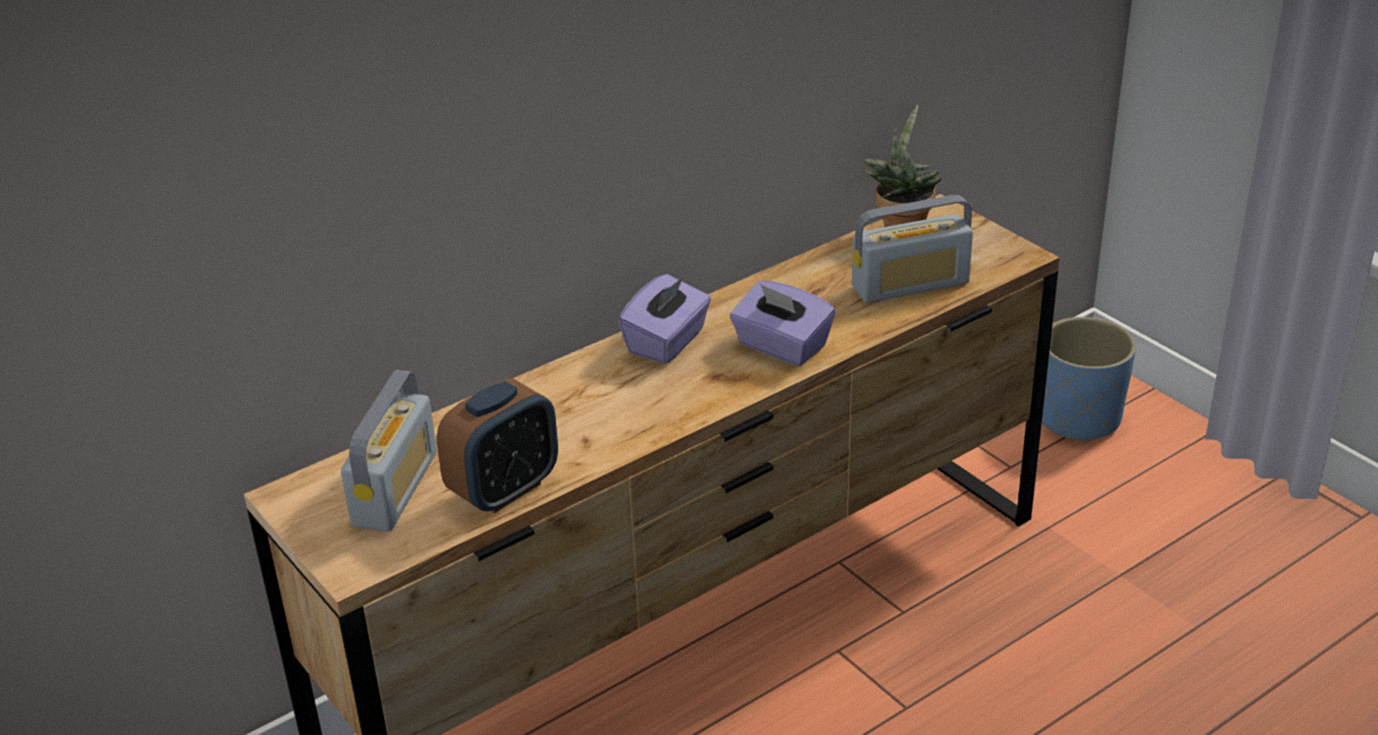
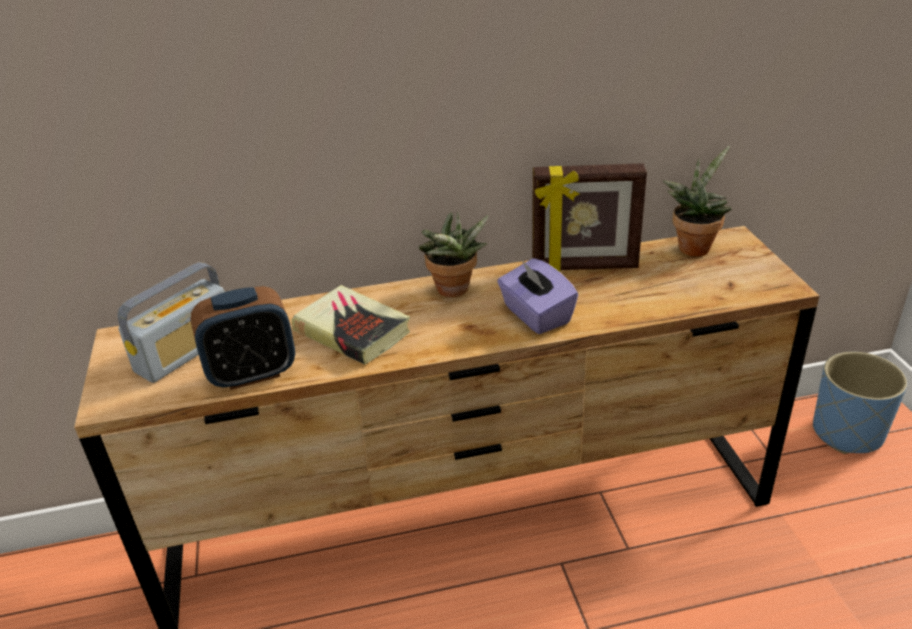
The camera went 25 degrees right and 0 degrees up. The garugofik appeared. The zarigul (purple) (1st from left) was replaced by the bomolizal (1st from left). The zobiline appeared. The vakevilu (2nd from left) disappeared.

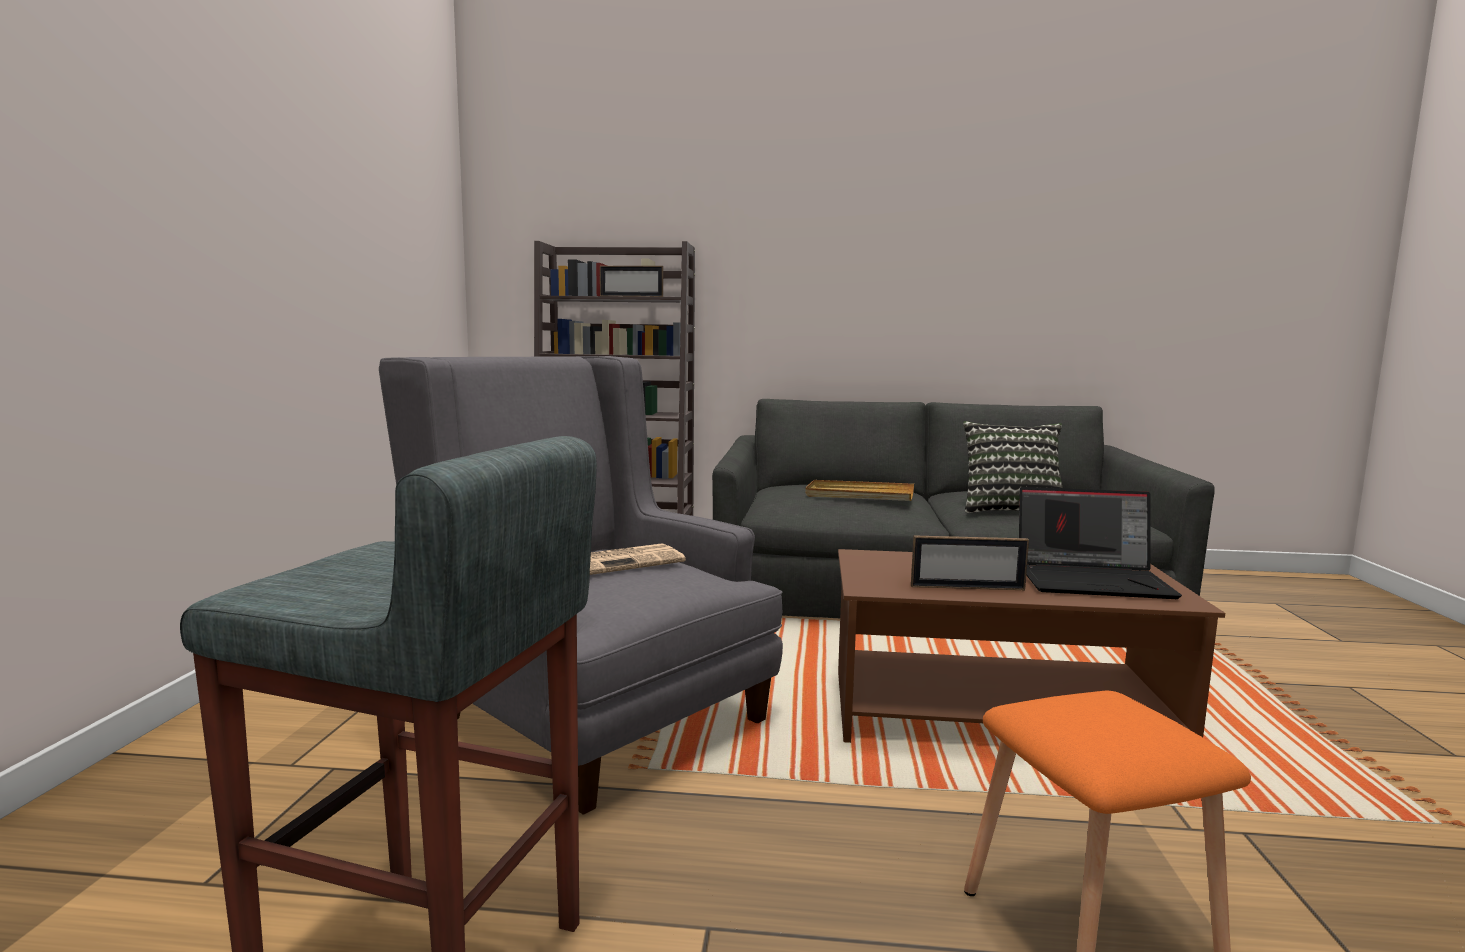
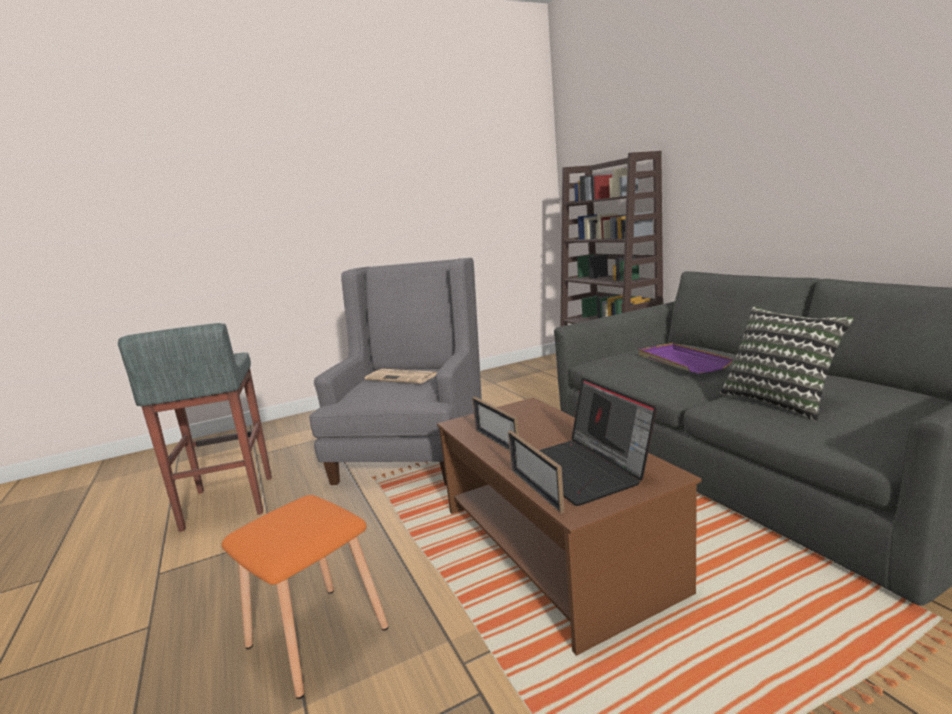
The camera went 60 degrees right and 5 degrees up. The zobiline (1st from left in the first image) moved. The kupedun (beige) became the kupedun (purple).

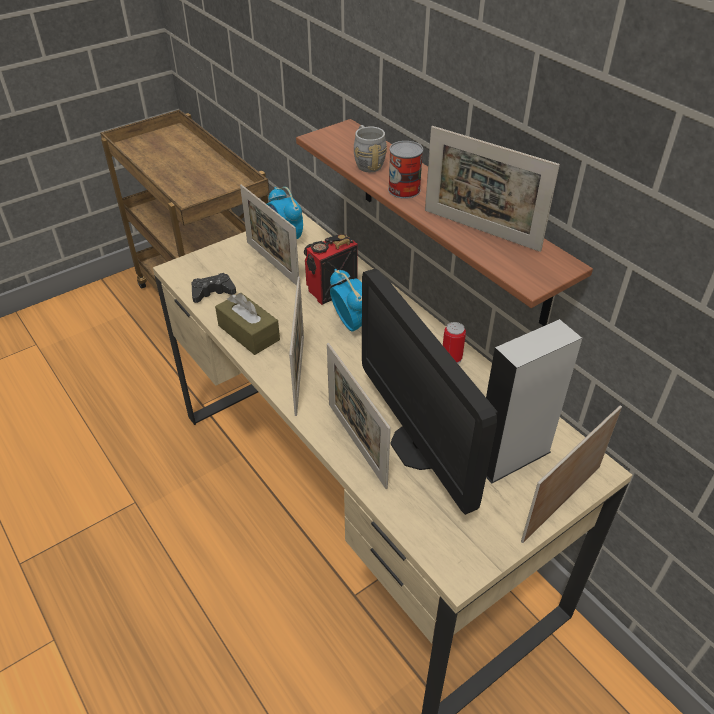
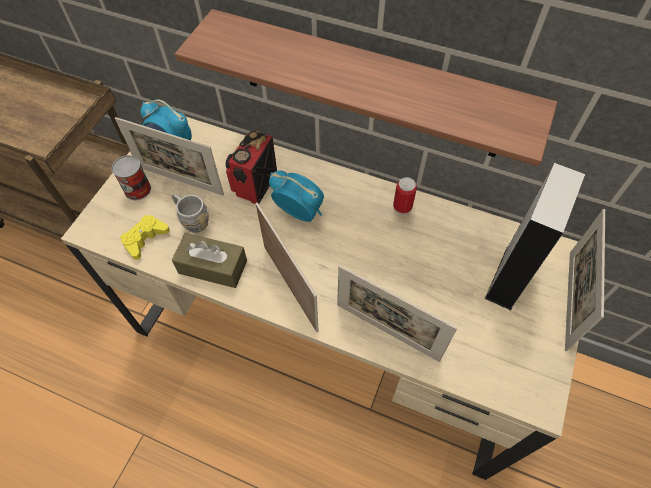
The camera went 30 degrees left and 15 degrees up. The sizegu (1st from left) moved. The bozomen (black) became the bozomen (yellow). The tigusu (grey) moved. The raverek disappeared. The zobiline (4th from left) disappeared.

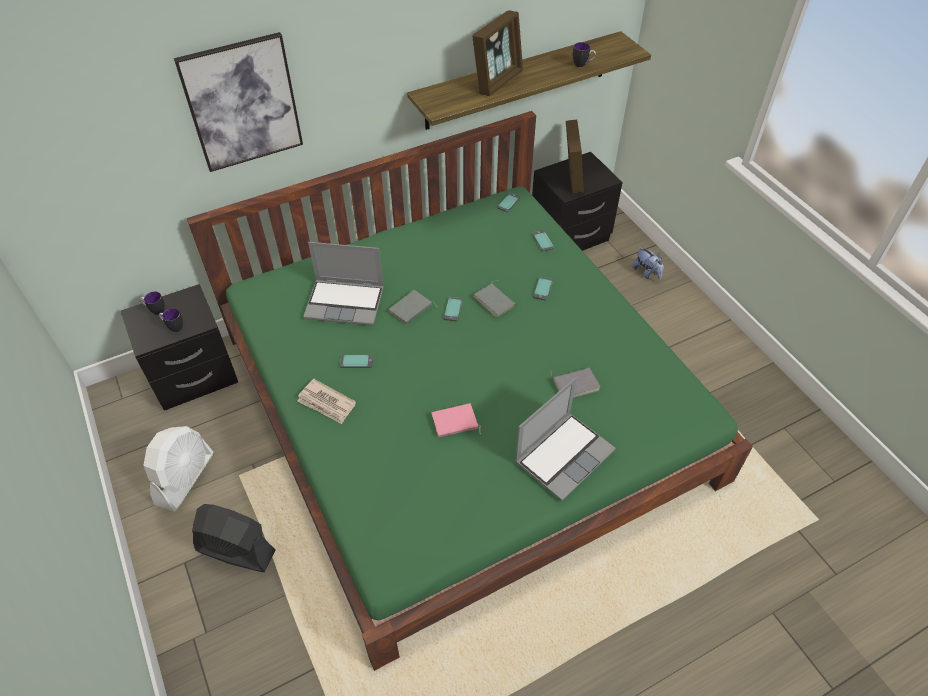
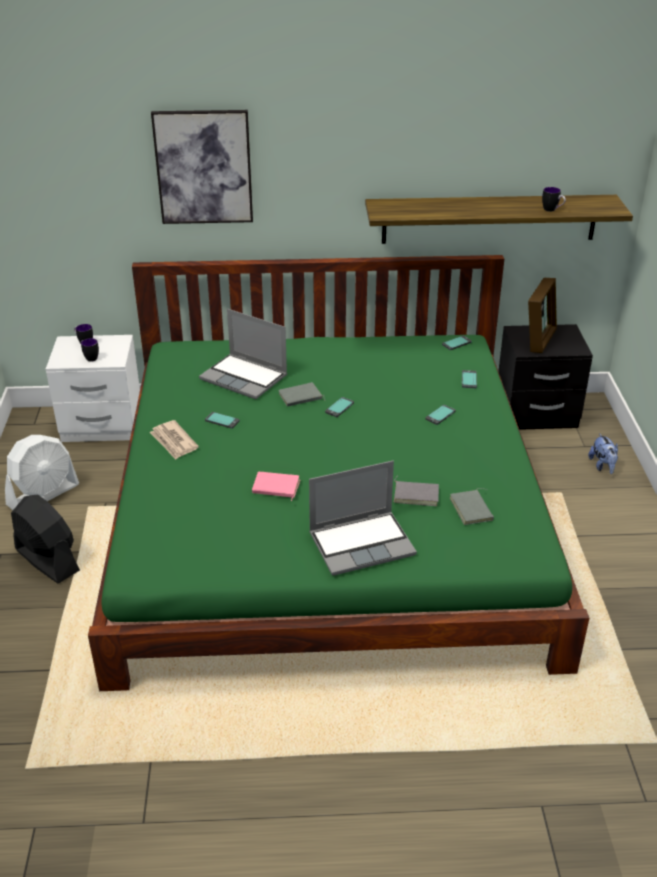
The camera went 25 degrees right and 15 degrees down. The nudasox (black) (1st from left) became the nudasox (white). The garugofik (grey) (2nd from left in the first image) moved. The zobiline (1st from left) disappeared.

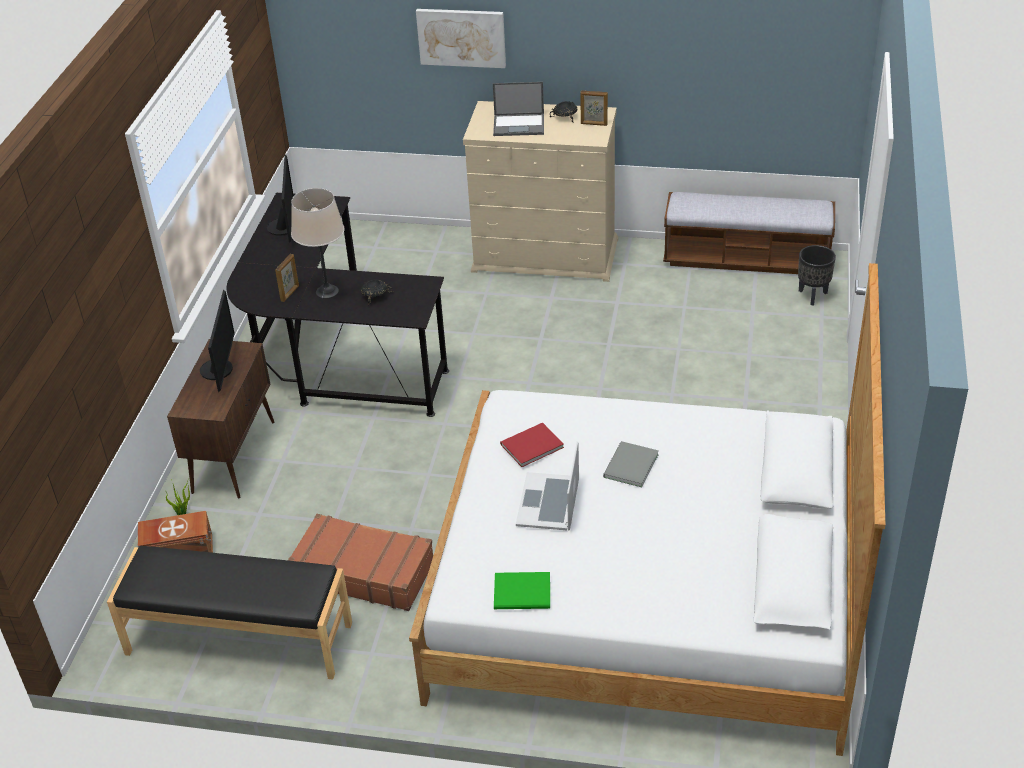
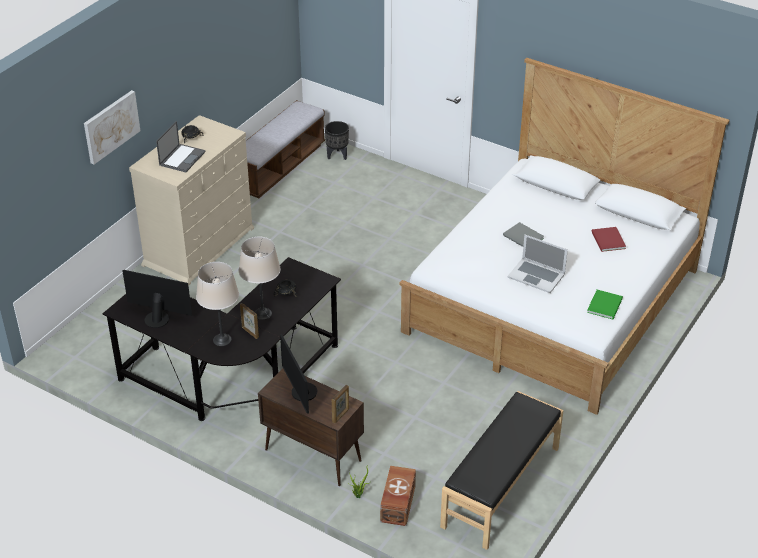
The camera went 70 degrees left and 0 degrees up. The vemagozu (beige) (1st from left) appeared. The raverek (1st from left in the first image) turned 135 degrees counterclockwise. The zobiline (2nd from left) moved. The garugofik (red) moved. The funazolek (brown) disappeared.

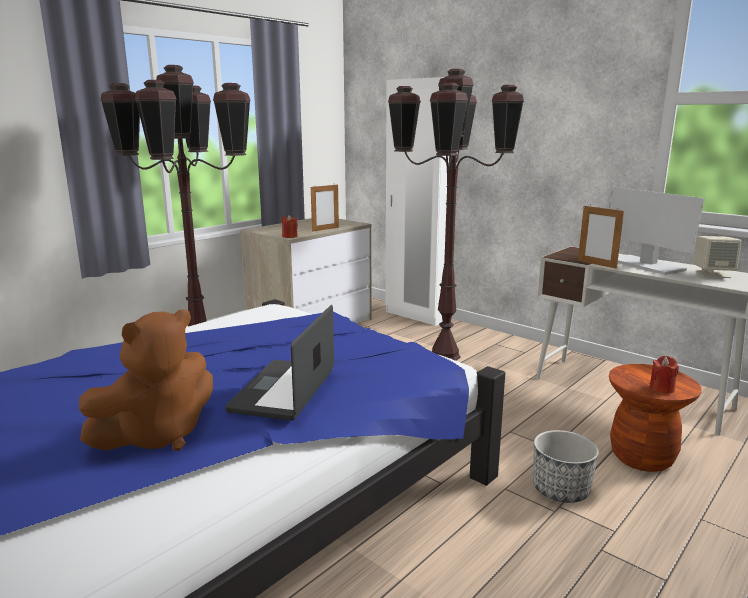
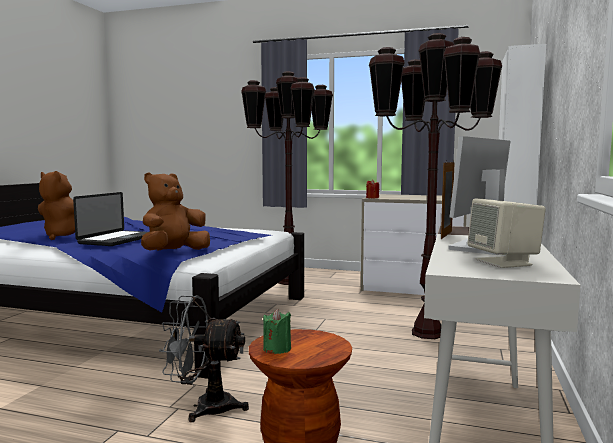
The camera went 65 degrees right and 10 degrees down. The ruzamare turned 120 degrees clockwise. The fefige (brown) (2nd from left) appeared. The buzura was replaced by the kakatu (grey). The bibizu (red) (2nd from left) became the bibizu (green). The zobiline (1st from left) disappeared.

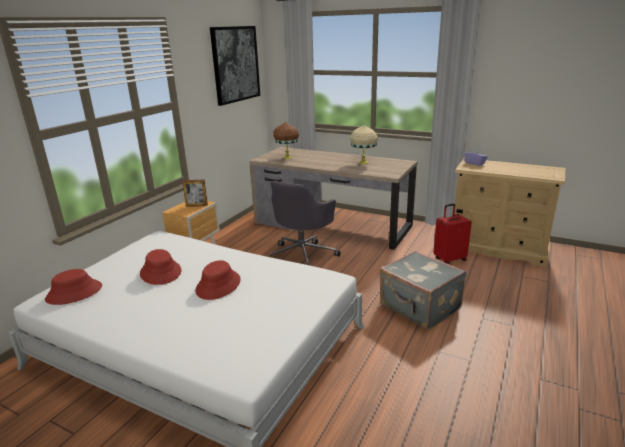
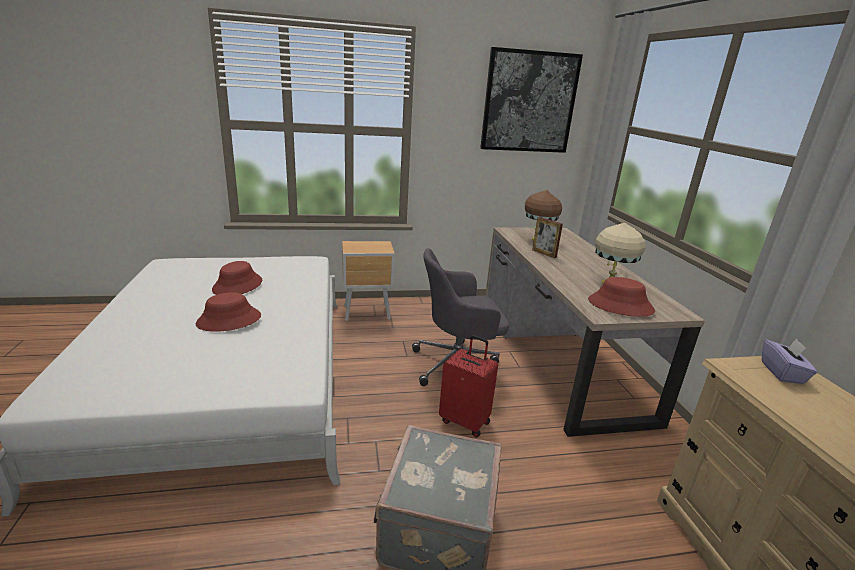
The camera went 50 degrees right and 0 degrees up. The funazolek (red) moved. The zobiline moved. The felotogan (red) (1st from left in the first image) moved.

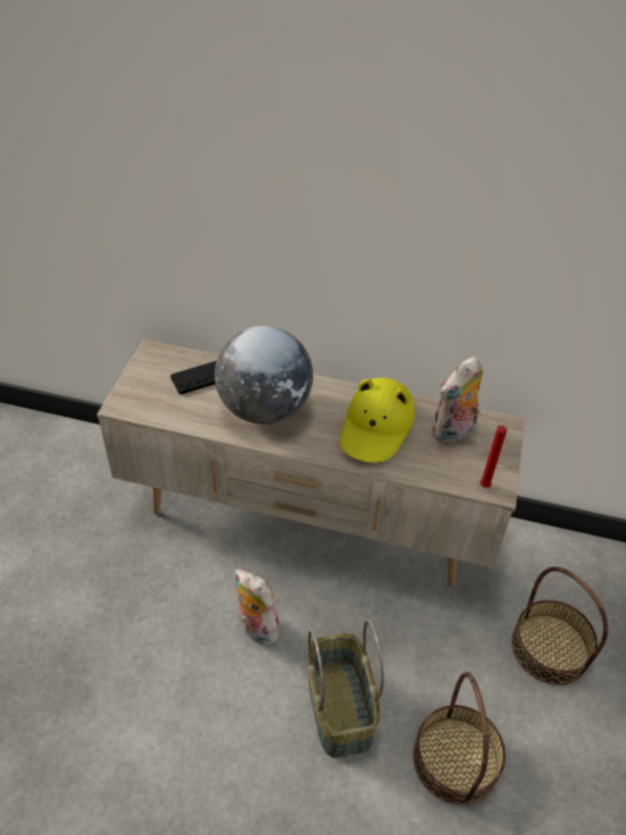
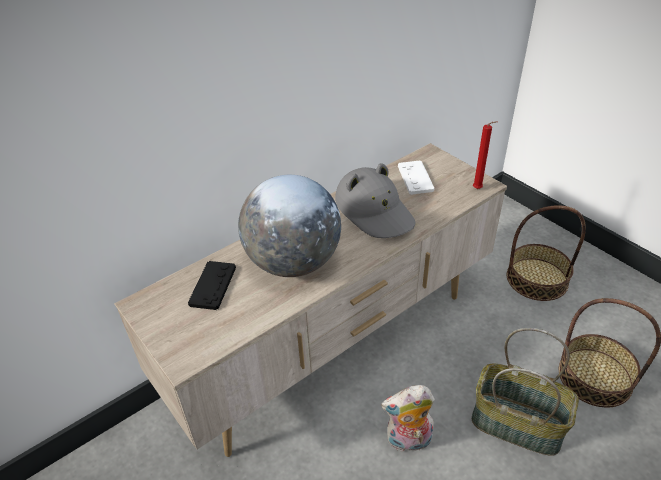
The camera went 50 degrees left and 5 degrees down. The felotogan (yellow) became the felotogan (grey). The fefige (2nd from left) was replaced by the bozomen (white).

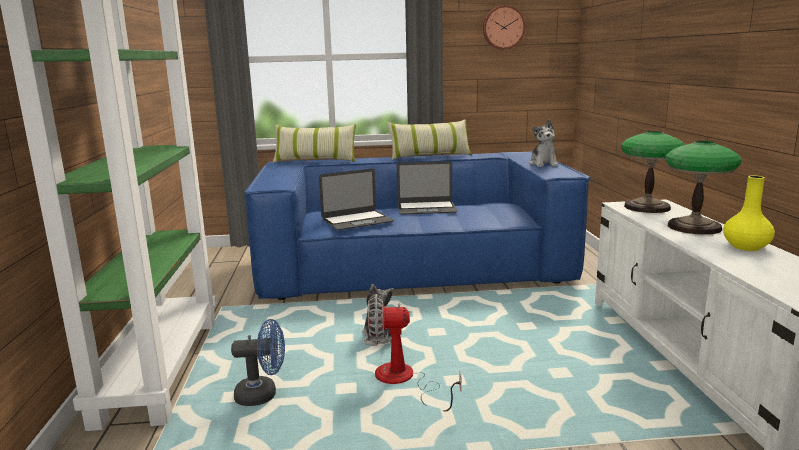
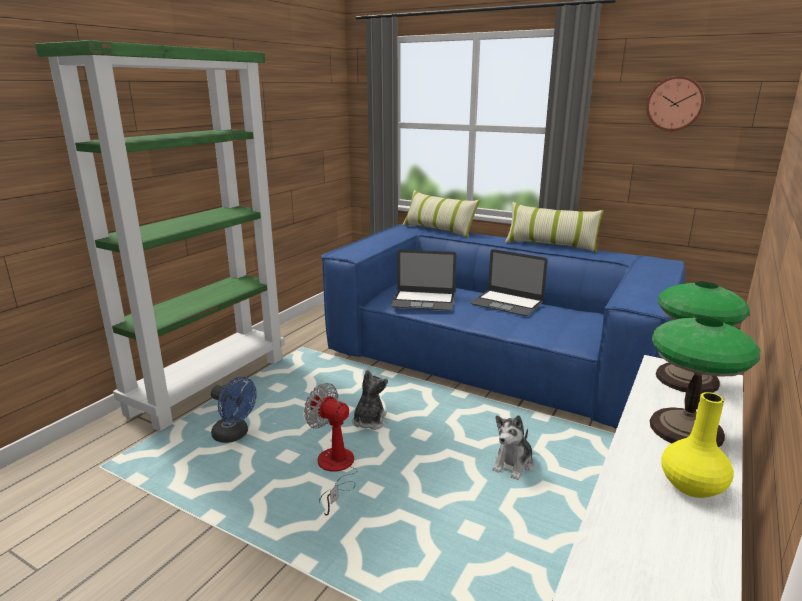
The camera went 35 degrees right and 5 degrees up. The fefige (2nd from left) moved.

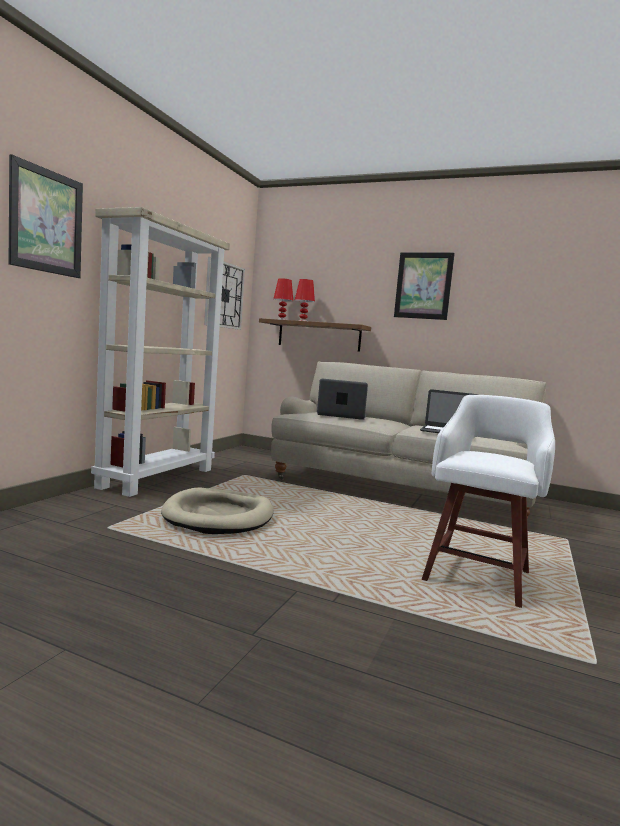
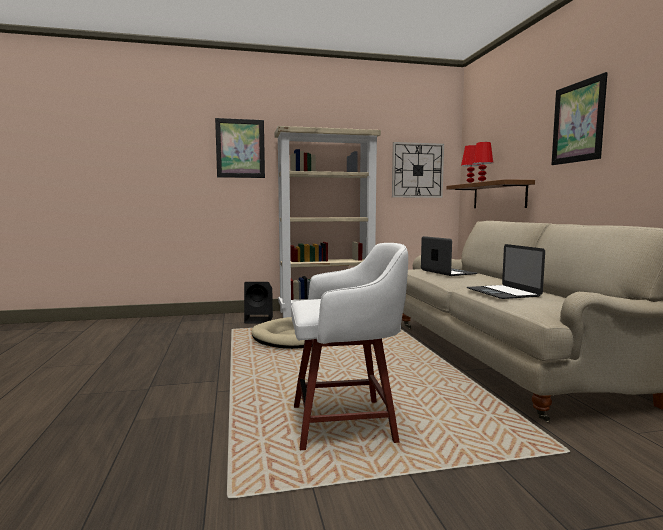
The camera went 55 degrees right and 0 degrees up. The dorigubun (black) appeared.

